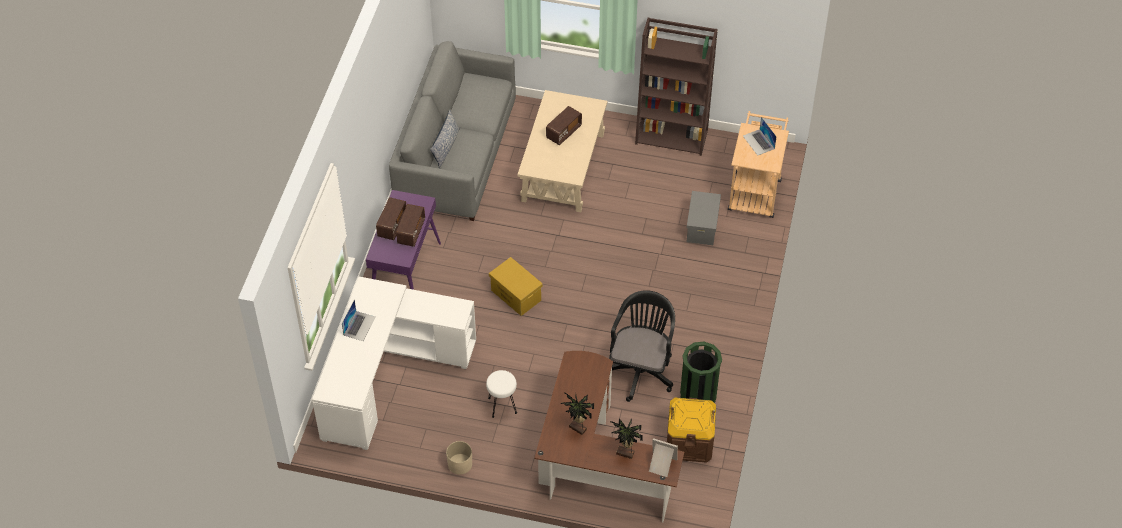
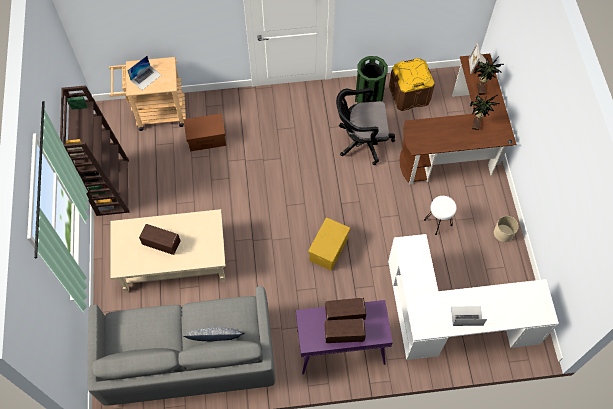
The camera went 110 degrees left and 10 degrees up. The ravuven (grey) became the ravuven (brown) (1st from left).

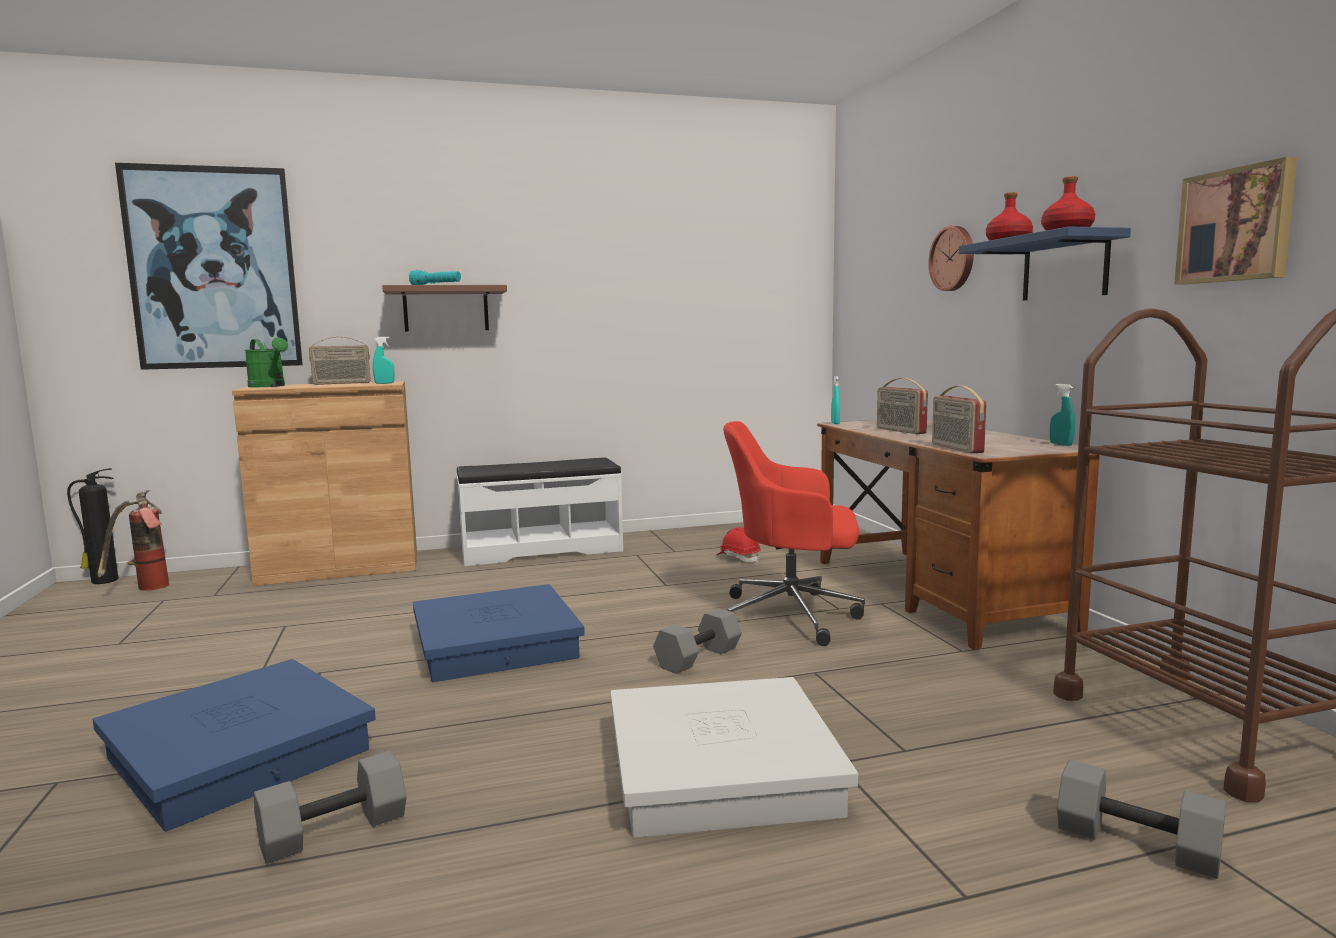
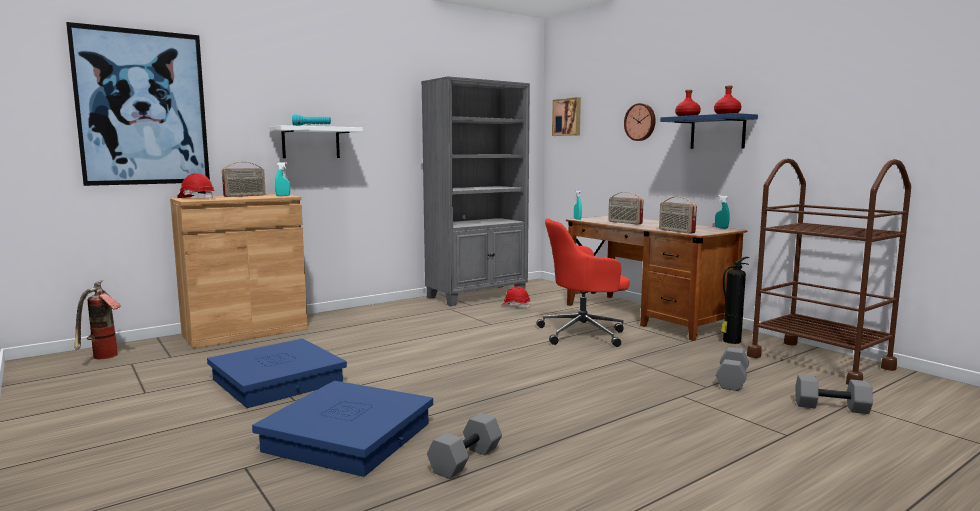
The camera went 20 degrees left and 0 degrees up. The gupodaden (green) was replaced by the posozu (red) (1st from left). The ravuven (blue) (2nd from left in the first image) moved. The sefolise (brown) became the sefolise (white). The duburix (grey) appeared. The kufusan (2nd from left) moved. The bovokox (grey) (2nd from left) moved. The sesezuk (1st from left in the first image) moved. The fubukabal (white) disappeared. The ravuven (white) disappeared.

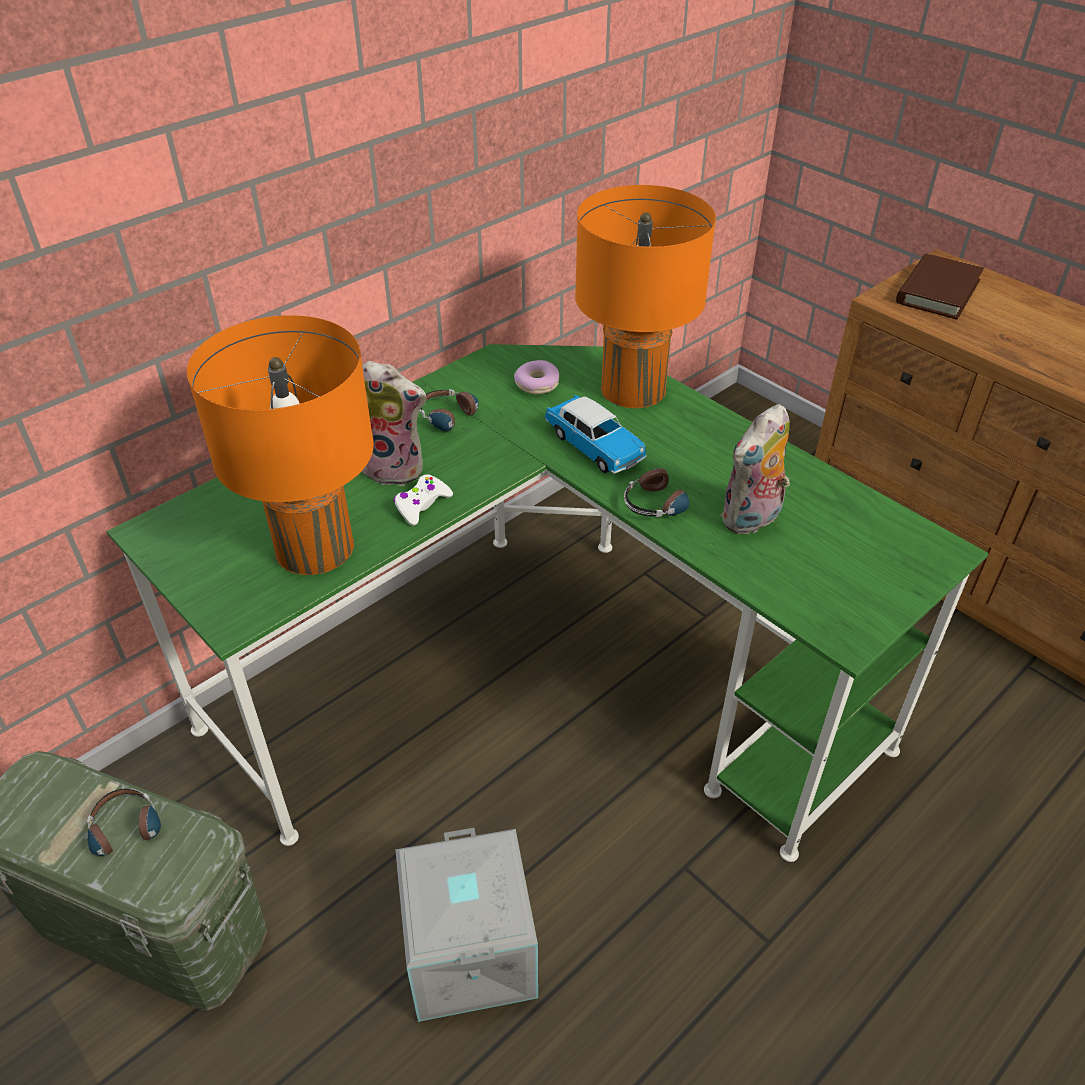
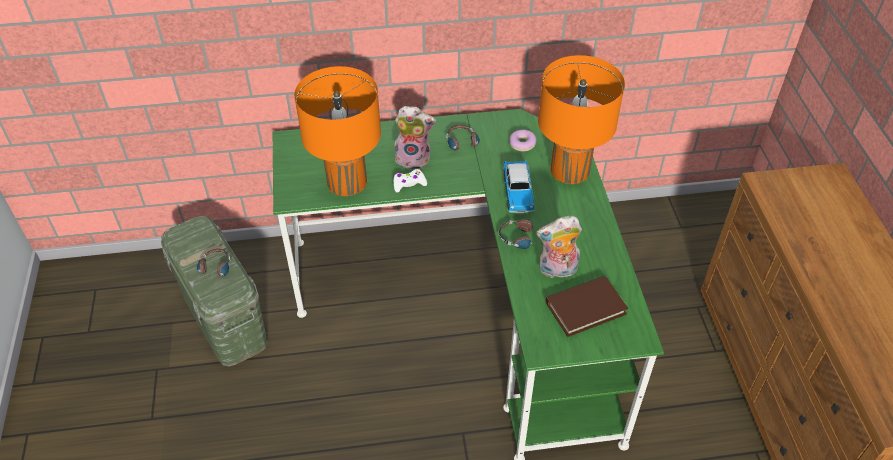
The camera went 35 degrees right and 5 degrees up. The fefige (1st from left) turned 45 degrees counterclockwise. The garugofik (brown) moved. The ravuven (grey) disappeared.

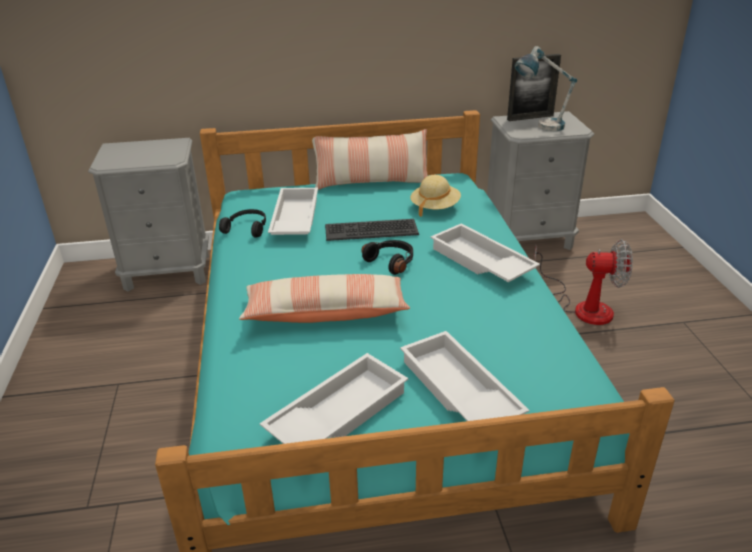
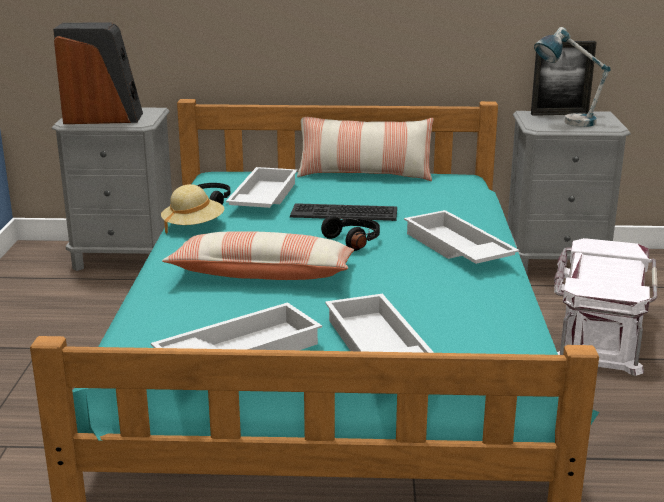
The camera went 10 degrees right and 10 degrees down. The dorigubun appeared. The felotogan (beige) moved. The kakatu was replaced by the ravuven (white).

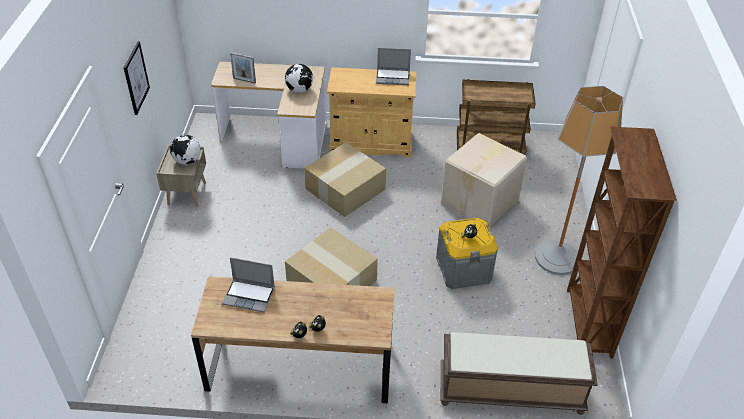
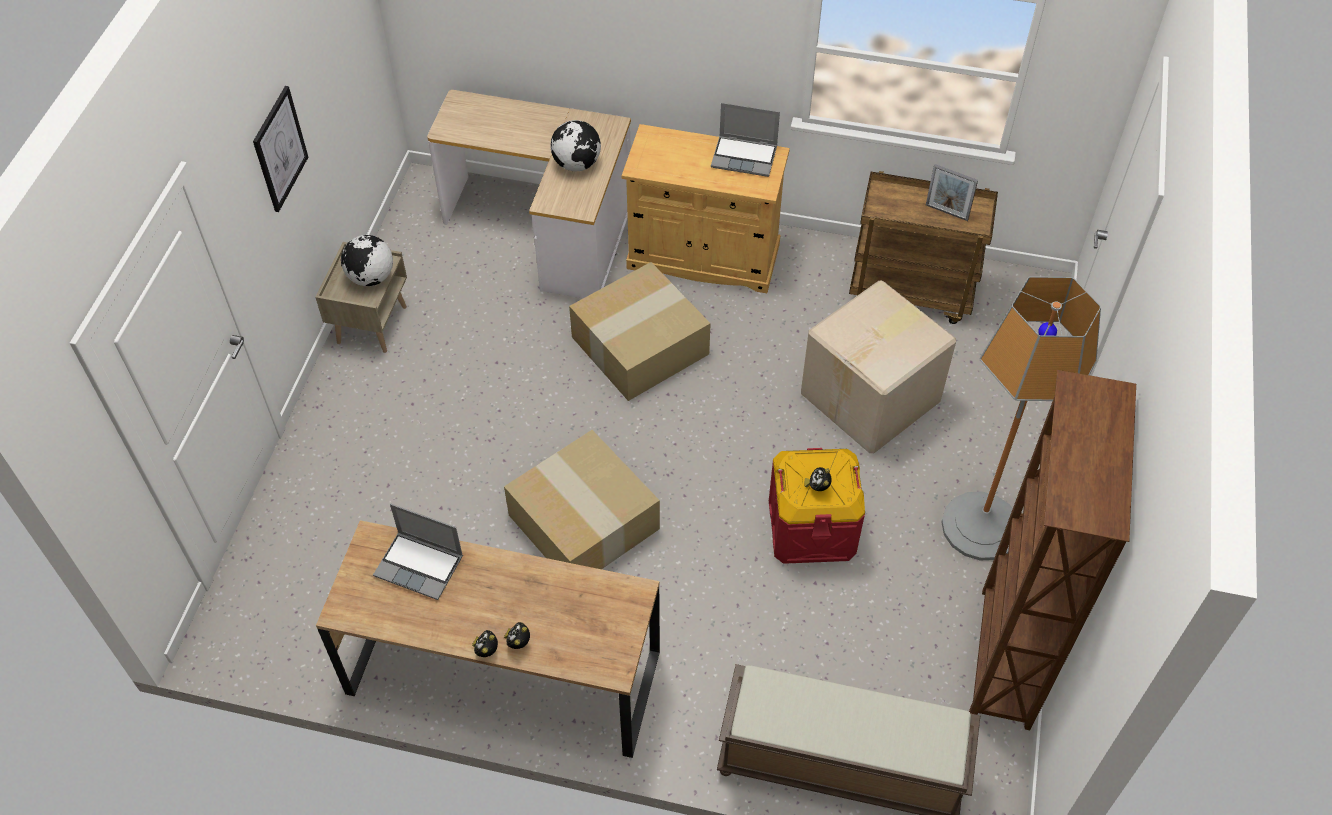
The camera went 10 degrees right and 10 degrees up. The ravuven (grey) became the ravuven (red). The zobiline moved.

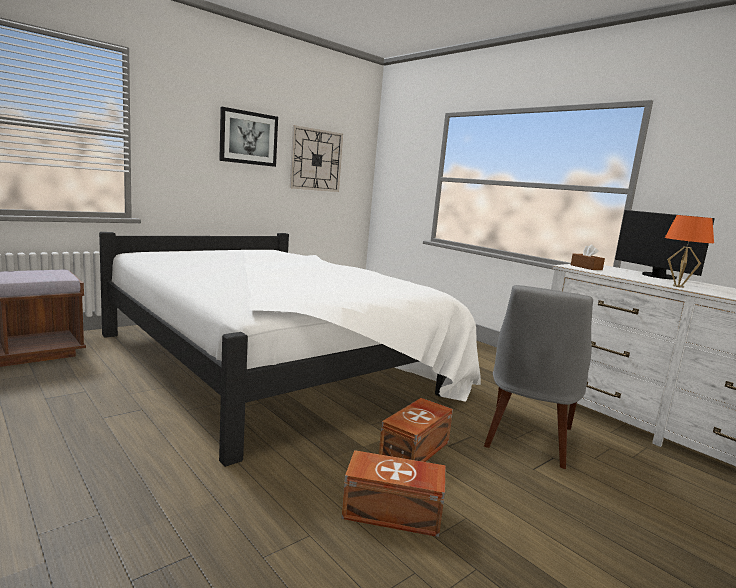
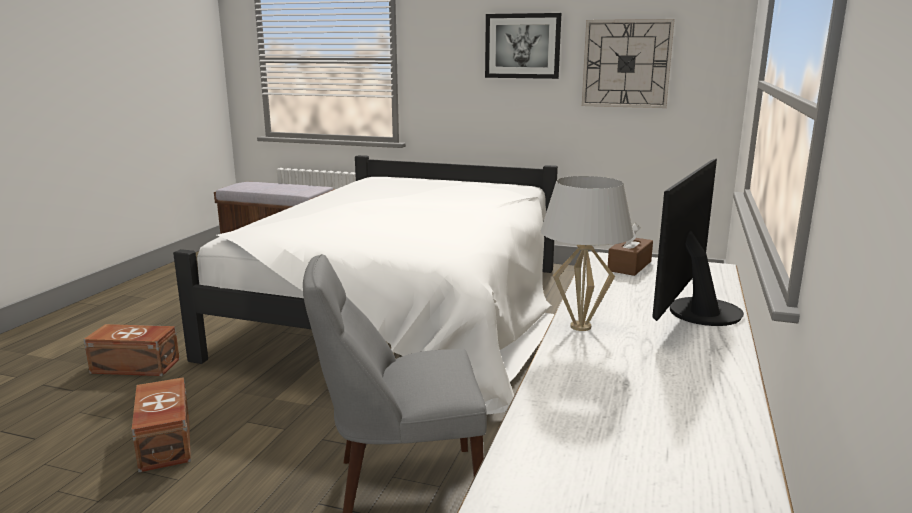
The camera went 60 degrees right and 5 degrees up. The ravuven (brown) (2nd from left in the first image) moved. The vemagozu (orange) became the vemagozu (white).

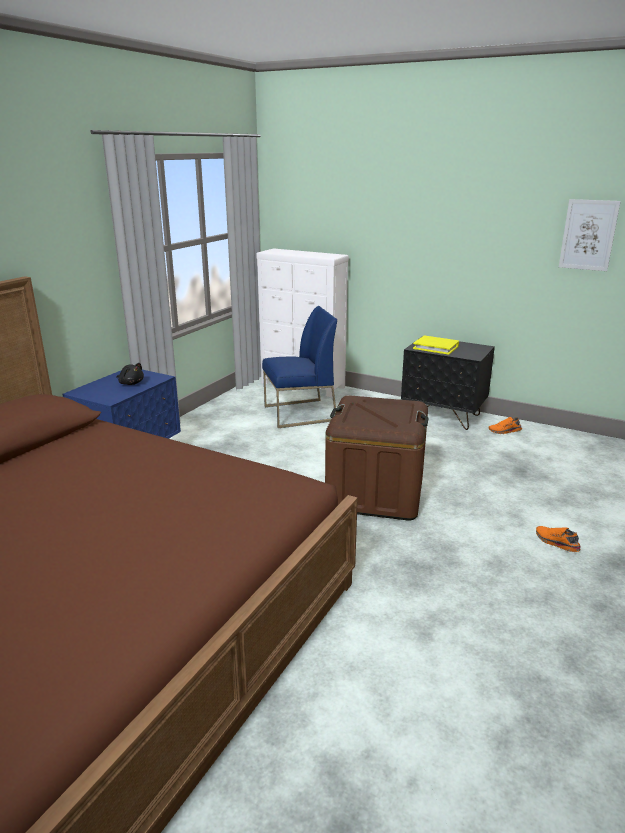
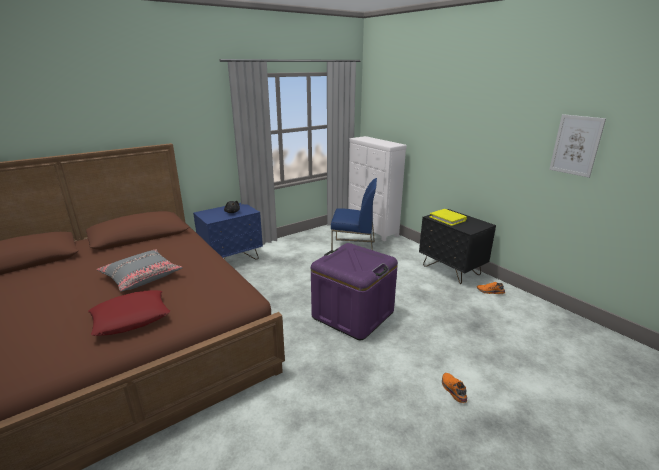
The camera went 25 degrees right and 0 degrees up. The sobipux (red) appeared. The sobipux (grey) appeared. The ravuven (brown) became the ravuven (purple).

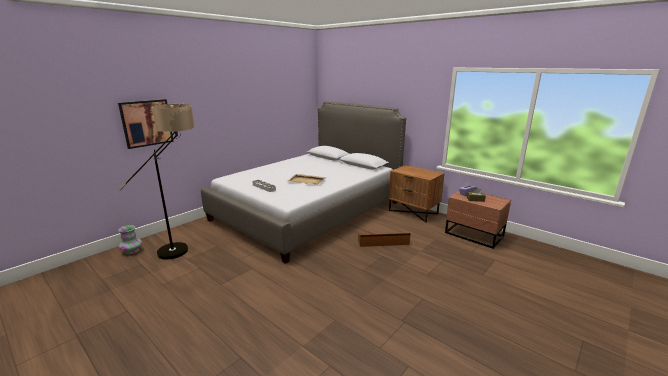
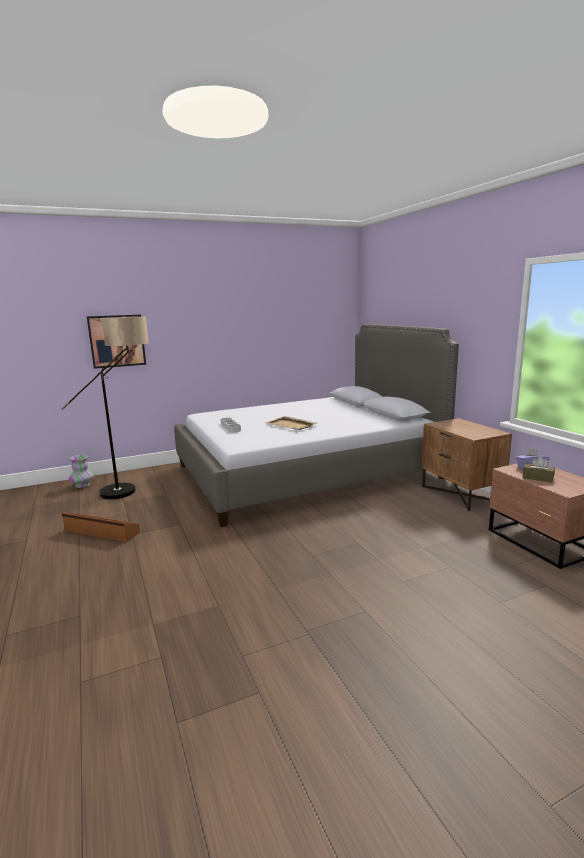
The camera went 25 degrees right and 5 degrees down. The ravuven (brown) moved.

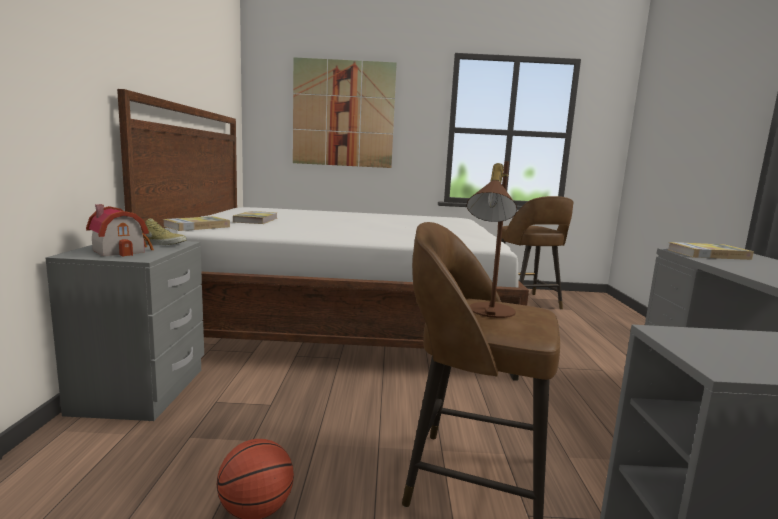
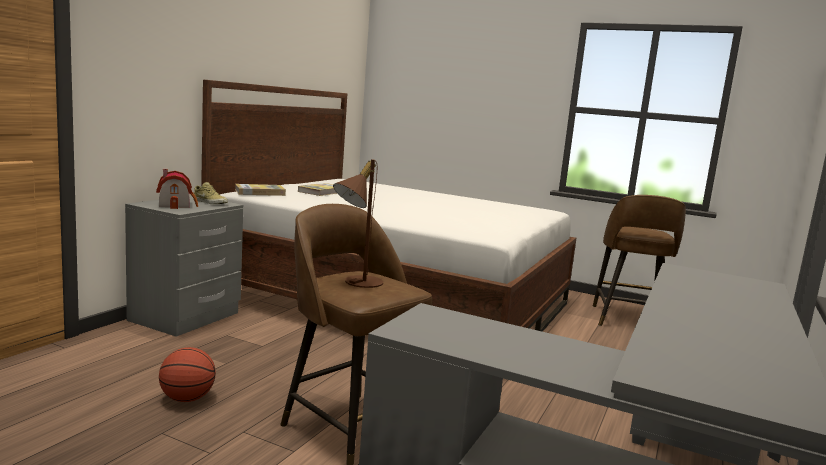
The camera went 25 degrees right and 0 degrees up. The kufusan disappeared. The garugofik (3rd from left) disappeared.

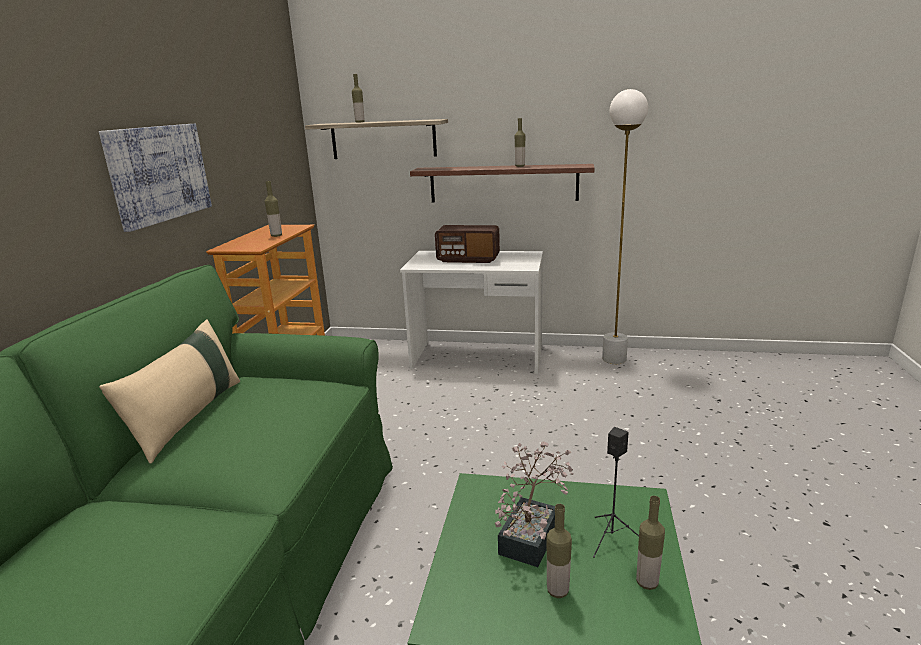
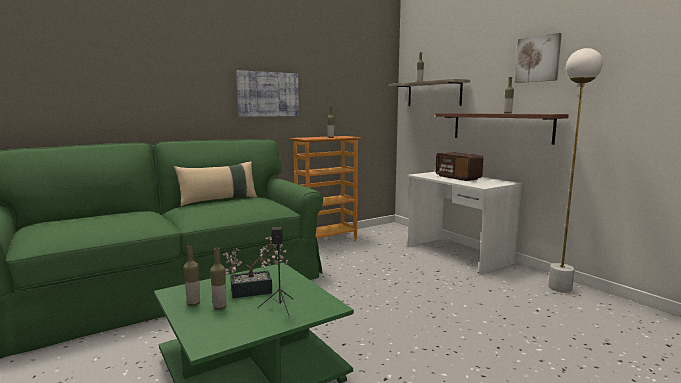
The camera went 45 degrees right and 10 degrees down. The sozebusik (5th from left in the first image) moved. The kufusan (2nd from left) appeared.

